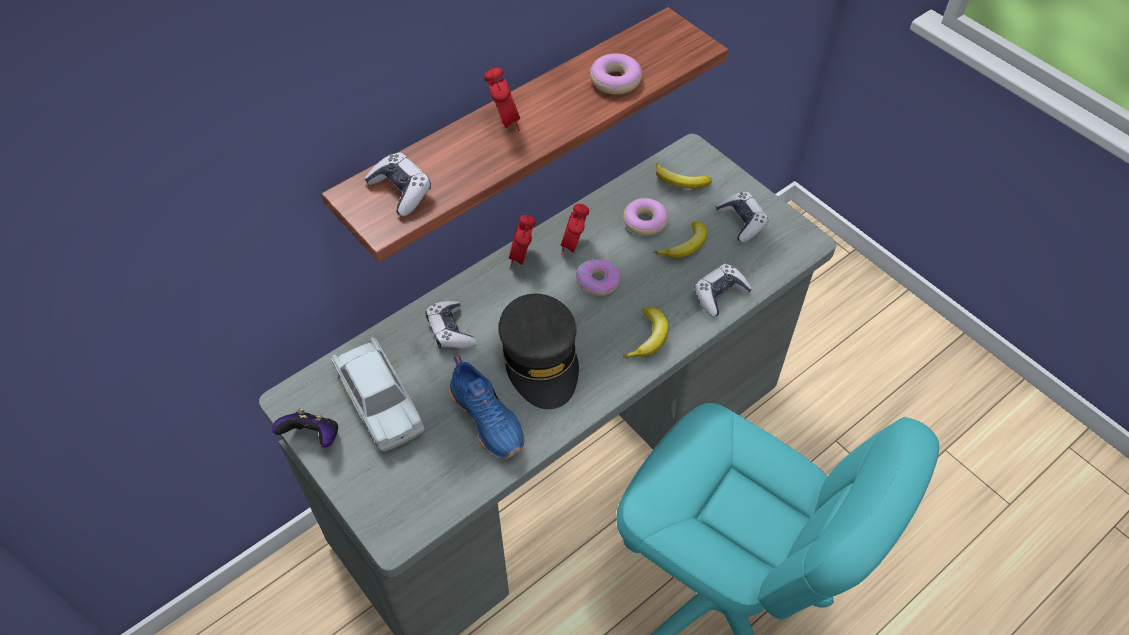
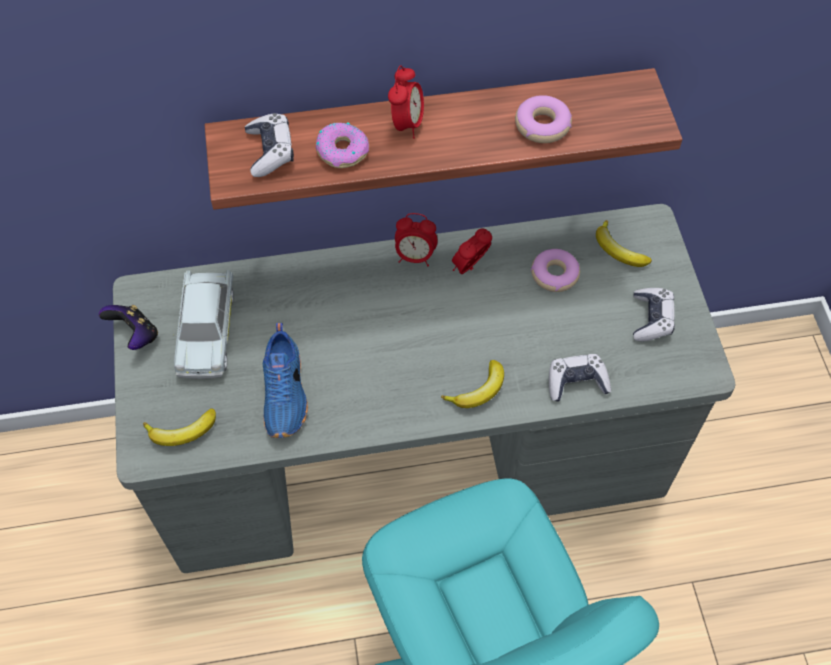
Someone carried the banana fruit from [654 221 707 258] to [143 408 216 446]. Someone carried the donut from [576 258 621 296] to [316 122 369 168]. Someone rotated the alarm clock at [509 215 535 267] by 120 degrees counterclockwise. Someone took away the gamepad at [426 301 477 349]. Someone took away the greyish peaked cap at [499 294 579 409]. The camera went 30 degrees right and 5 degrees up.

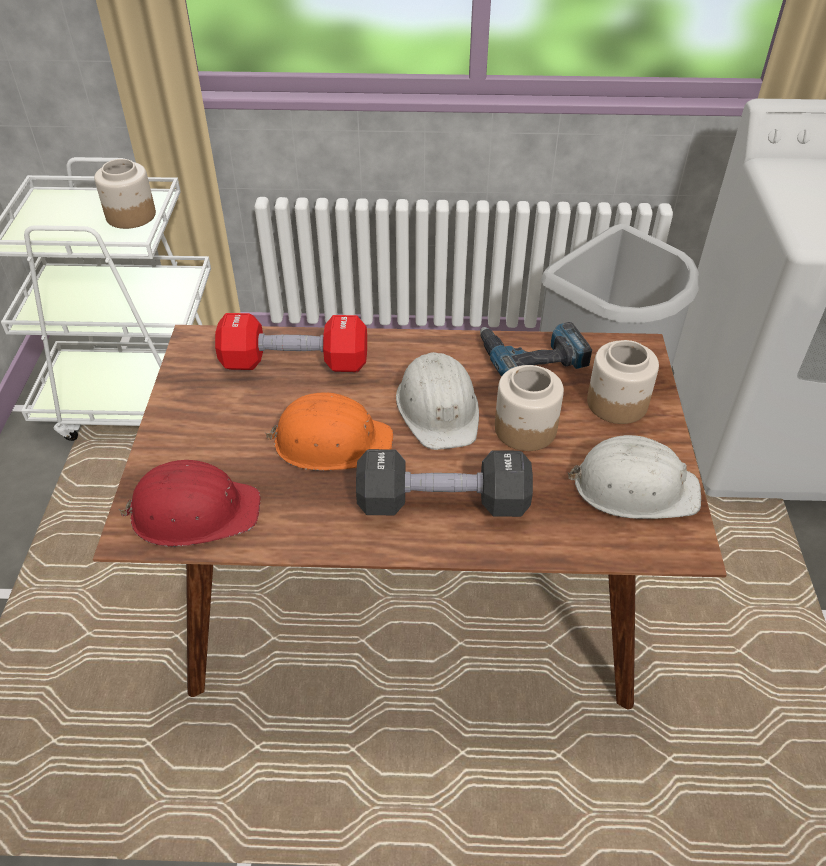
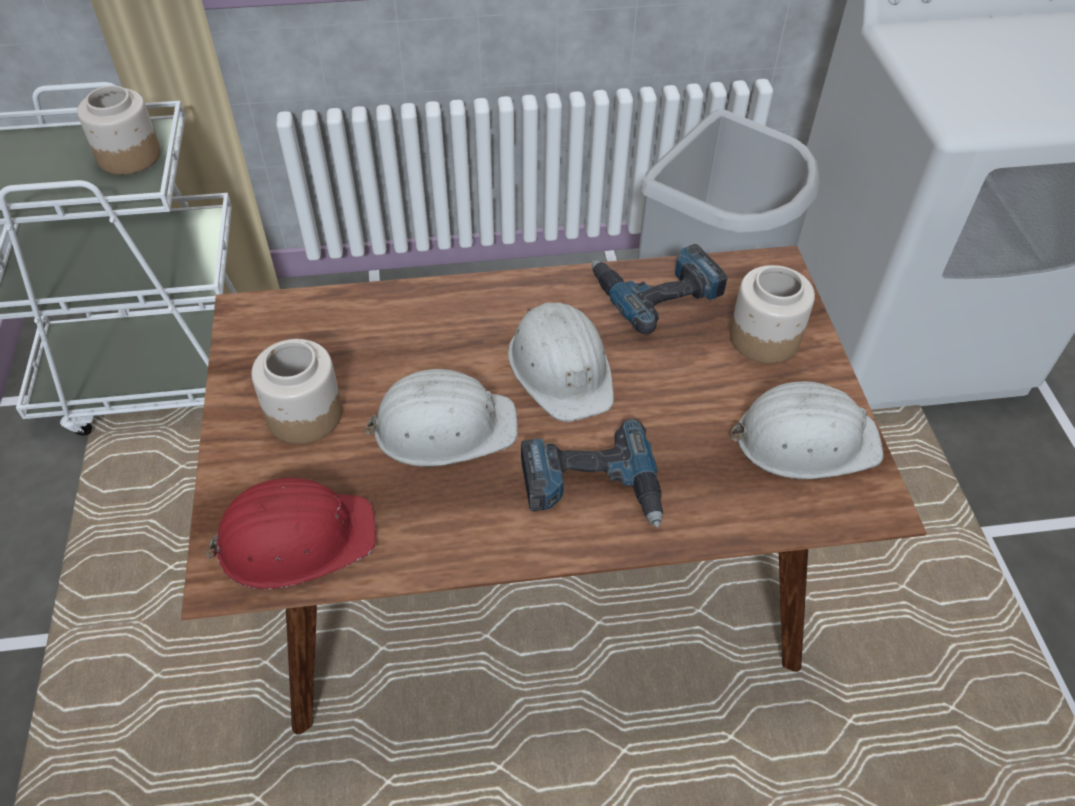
Someone carried the jar from [495 365 564 451] to [251 339 342 444]. Someone repainted the orange-coloured hard hat at [265 393 393 471], which became the white hard hat at [363 369 518 467]. Someone swapped the black-coloured hand weight at [356 449 533 517] for the power drill at [521 419 663 528]. Someone took away the red-coloured hand weight at [215 313 367 372]. The camera went 10 degrees left and 5 degrees up.

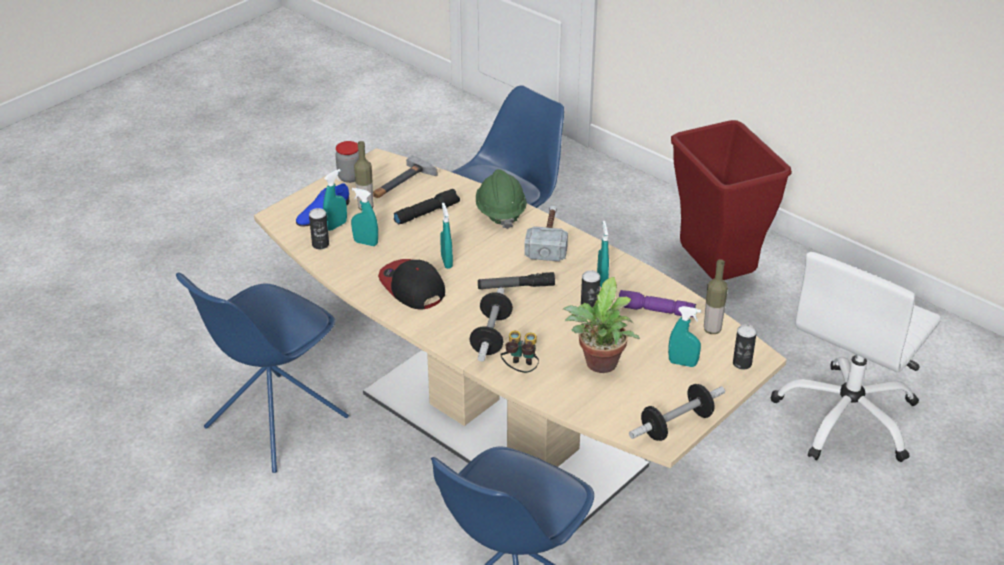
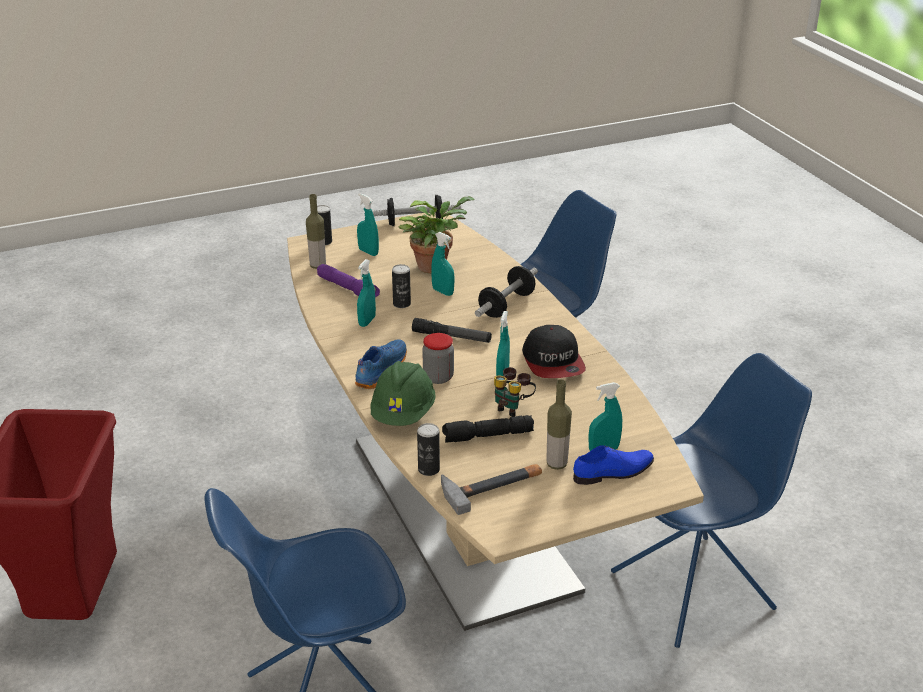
Someone swapped the tool hammer at [524 206 568 261] for the blue-coloured item of footwear at [355 339 407 389]. Someone carried the sealed can from [309 208 329 249] to [417 423 440 476]. Someone carried the jar from [335 141 359 183] to [422 333 454 384]. Someone carried the turquoise spray bottle from [351 188 378 246] to [431 232 454 296]. Someone carried the field glasses from [500 331 539 373] to [494 367 536 417]. Someone took away the white computer chair at [771 252 941 462]. The camera went 155 degrees left and 5 degrees down.

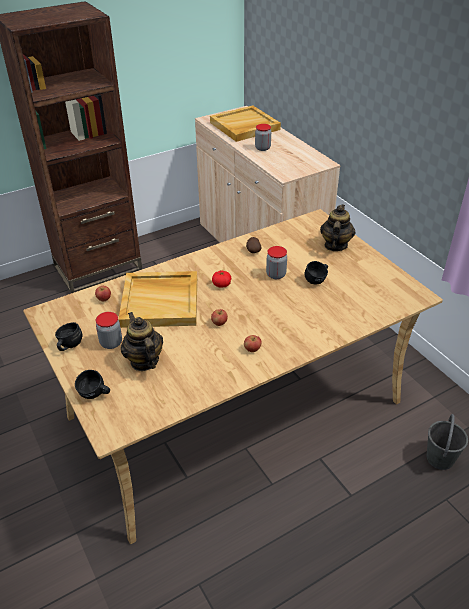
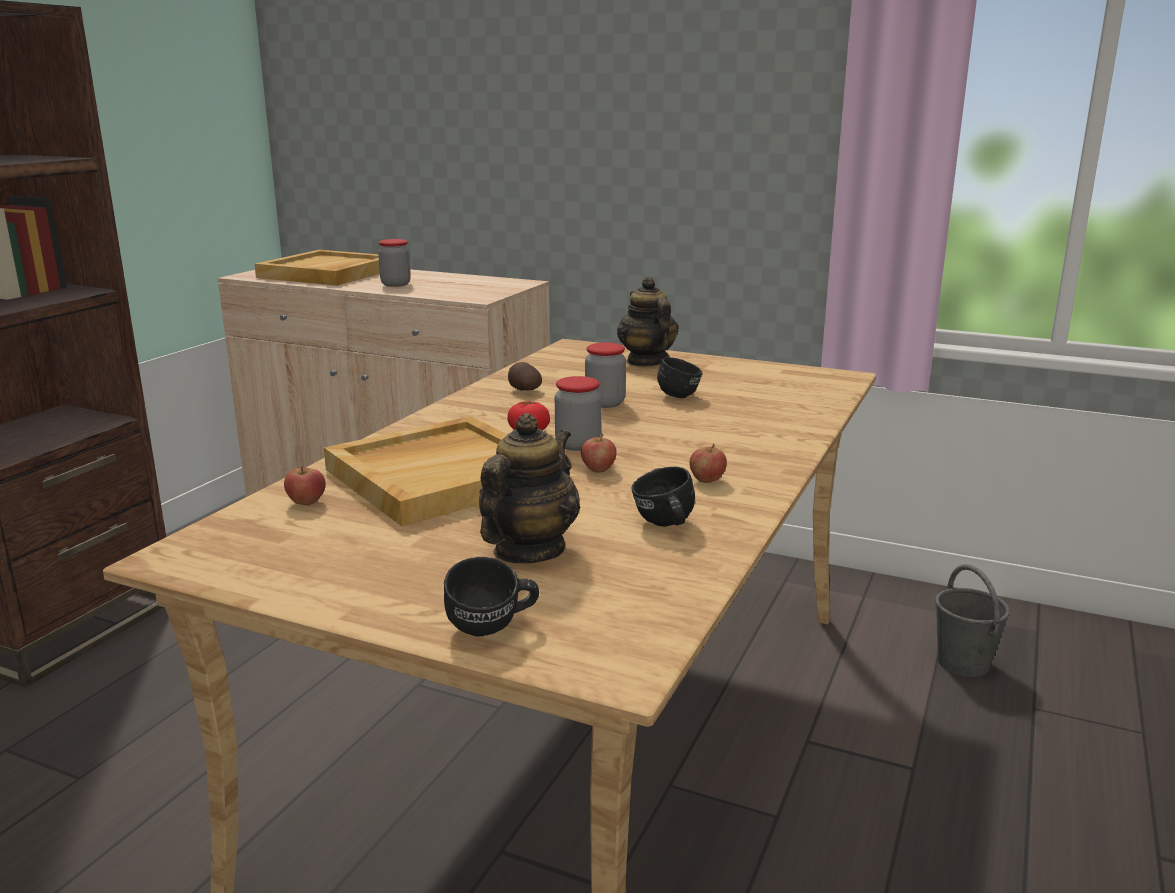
Someone rotated the pot for tea at [121 312 163 371] by 90 degrees clockwise. Someone carried the jar from [96 312 122 349] to [555 376 601 451]. Someone carried the black-coloured mug from [55 322 82 351] to [631 466 695 527]. The camera went 35 degrees left and 20 degrees down.

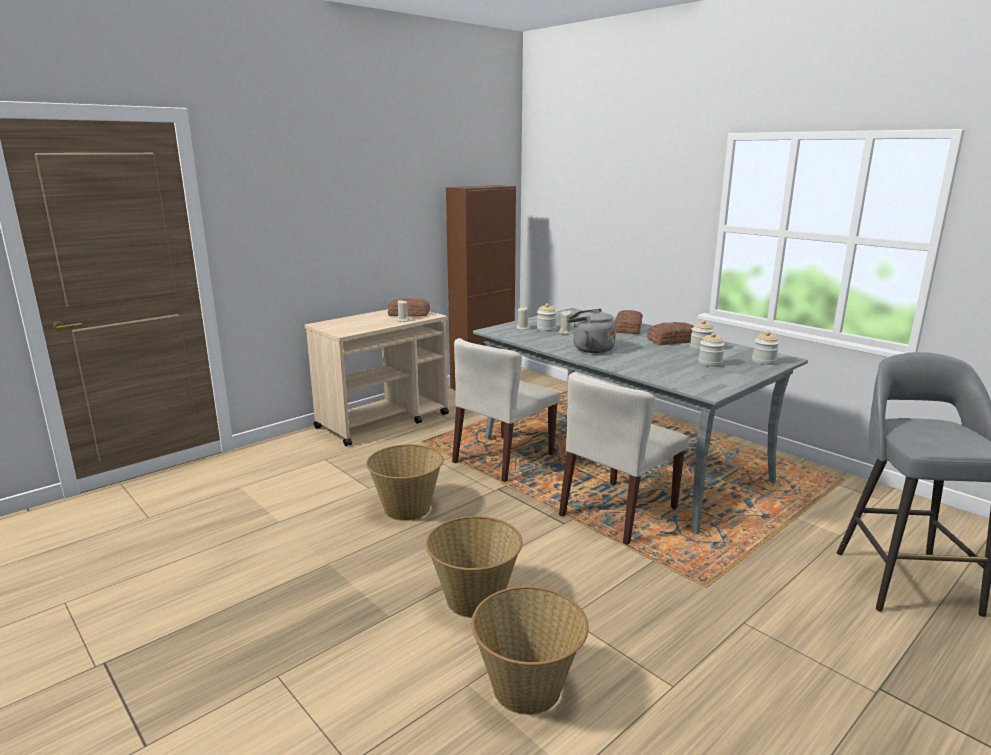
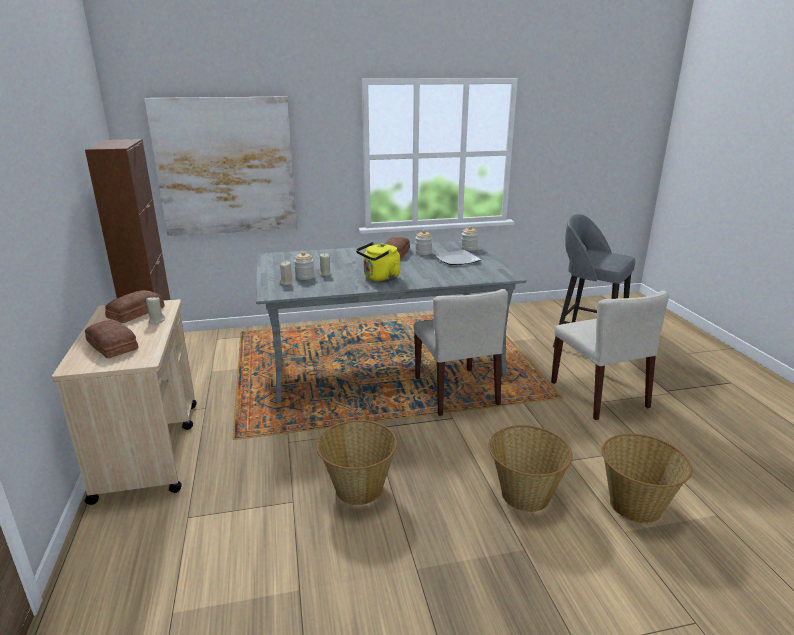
Someone carried the baked bread from [615 310 643 334] to [85 320 139 359]. Someone put up the wall picture at [144 96 297 236]. Someone repainted the greyish kettle at [567 309 616 353], which became the yellowish kettle at [356 242 400 282]. Someone swapped the jar at [698 333 725 367] for the plate at [434 250 481 265]. Someone carried the beige plain chair from [452 338 560 482] to [551 290 669 420]. The camera went 60 degrees left and 5 degrees up.

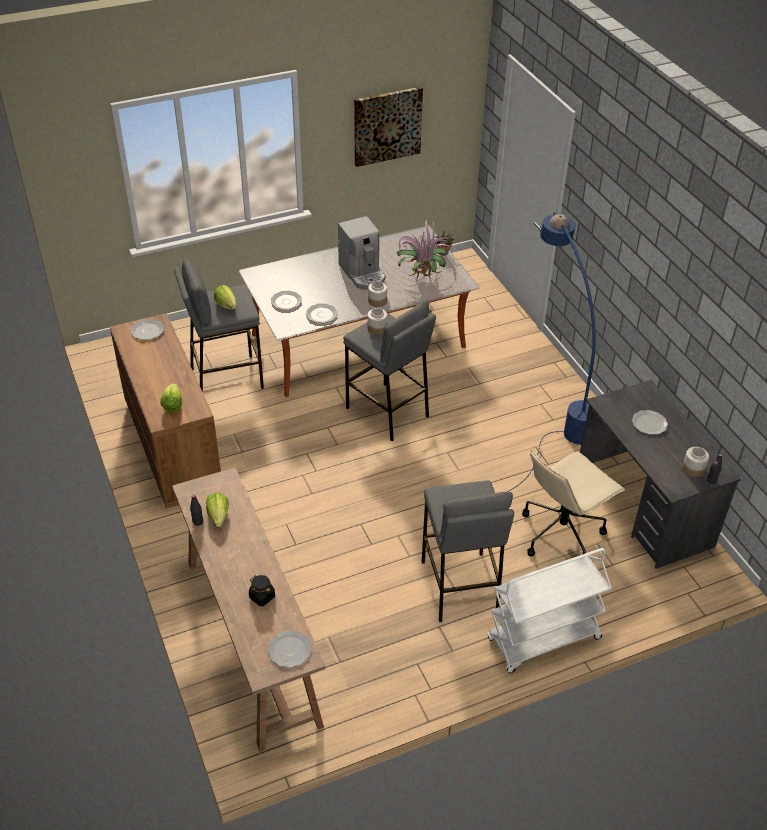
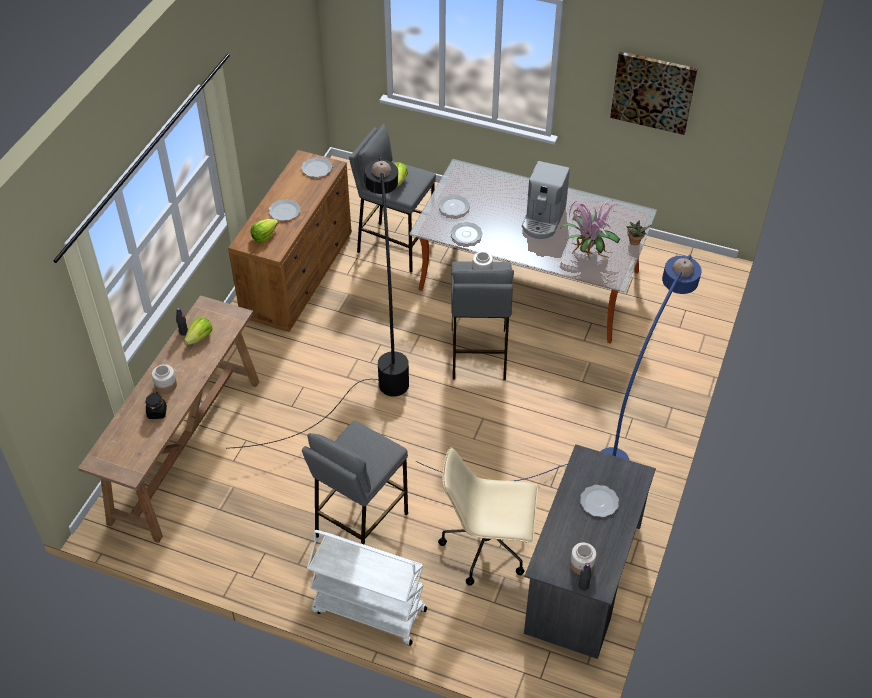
Someone carried the jar from [368 281 387 307] to [152 364 177 394]. Someone put down the black-coloured floor lamp at [226 157 409 449]. Someone carried the plate from [268 630 312 668] to [269 199 301 221]. The camera went 45 degrees right and 5 degrees up.

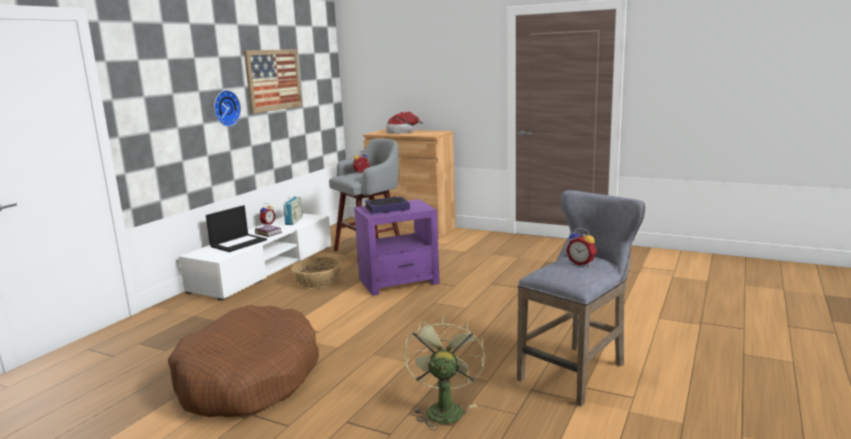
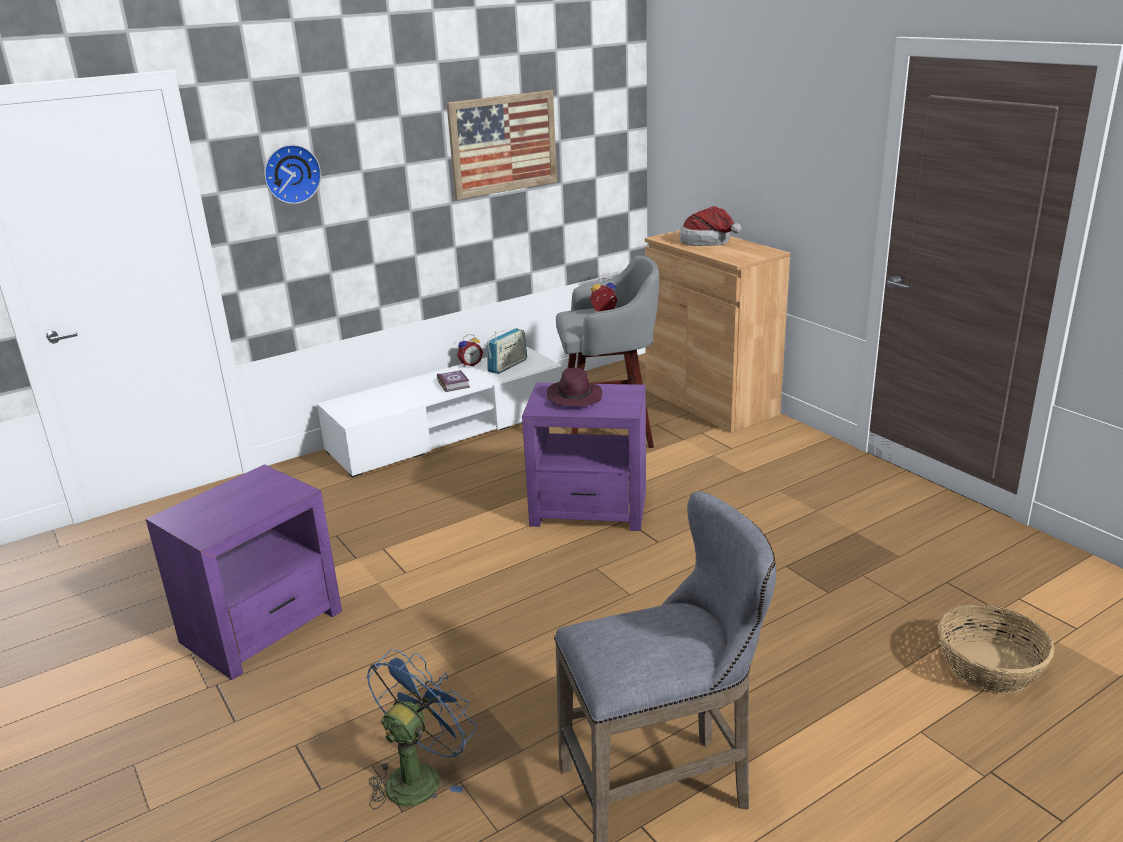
Someone swapped the brownish pet bed at [168 305 319 418] for the purple-coloured end table at [146 464 342 680]. Someone carried the wall clock from [214 90 241 127] to [264 145 321 204]. Someone repainted the greenish cooling fan at [404 316 485 430], which became the blue-coloured cooling fan at [367 649 477 809]. Someone swapped the volume at [365 196 410 214] for the purple-coloured wearable hat at [547 368 602 406]. Someone carried the storage basket from [291 257 341 289] to [938 604 1054 694]. Someone took away the laptop at [206 205 267 252]. Someone took away the alarm clock at [566 228 597 266]. The camera went 30 degrees right and 10 degrees up.

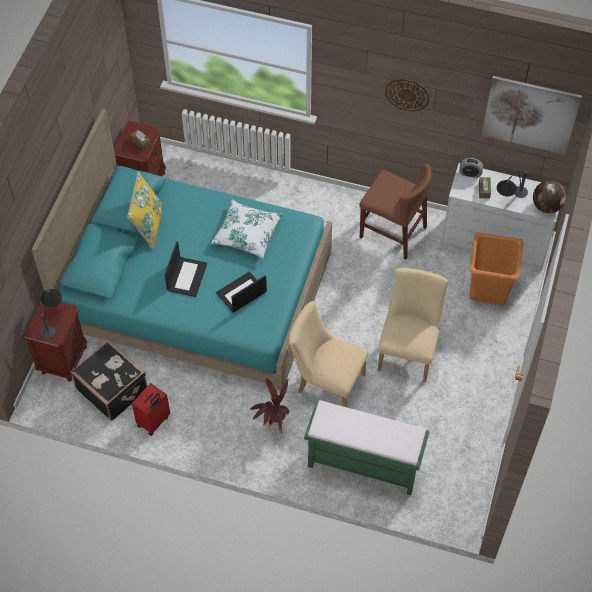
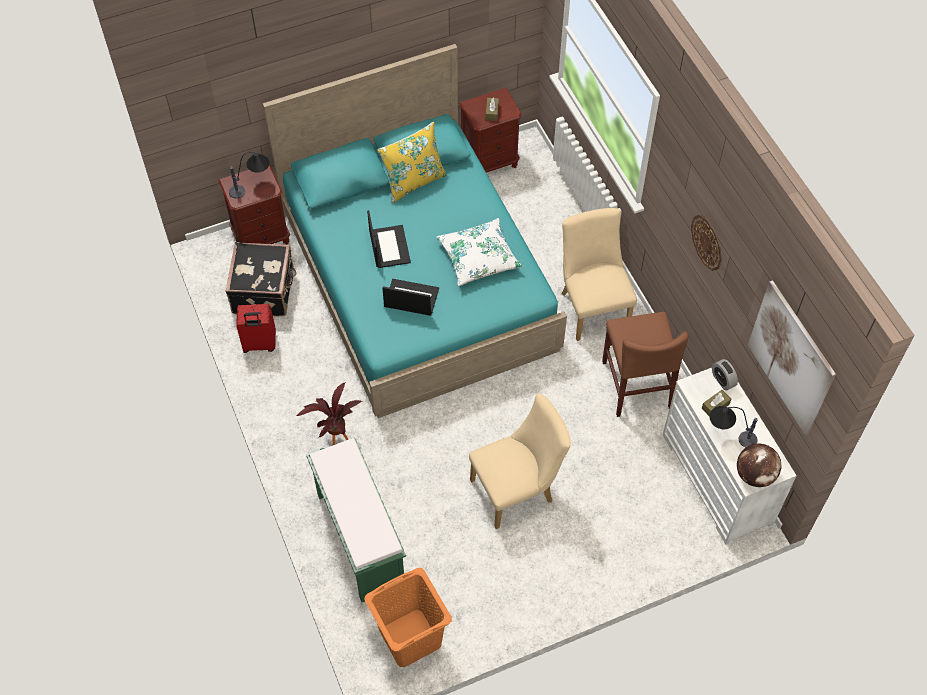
Someone carried the orange-coloured washing basket from [469 232 524 305] to [365 568 452 667]. Someone rotated the laptop at [165 241 207 297] by 75 degrees counterclockwise. Someone carried the beige plain chair from [289 301 369 407] to [561 208 637 341]. The camera went 50 degrees right and 0 degrees up.

